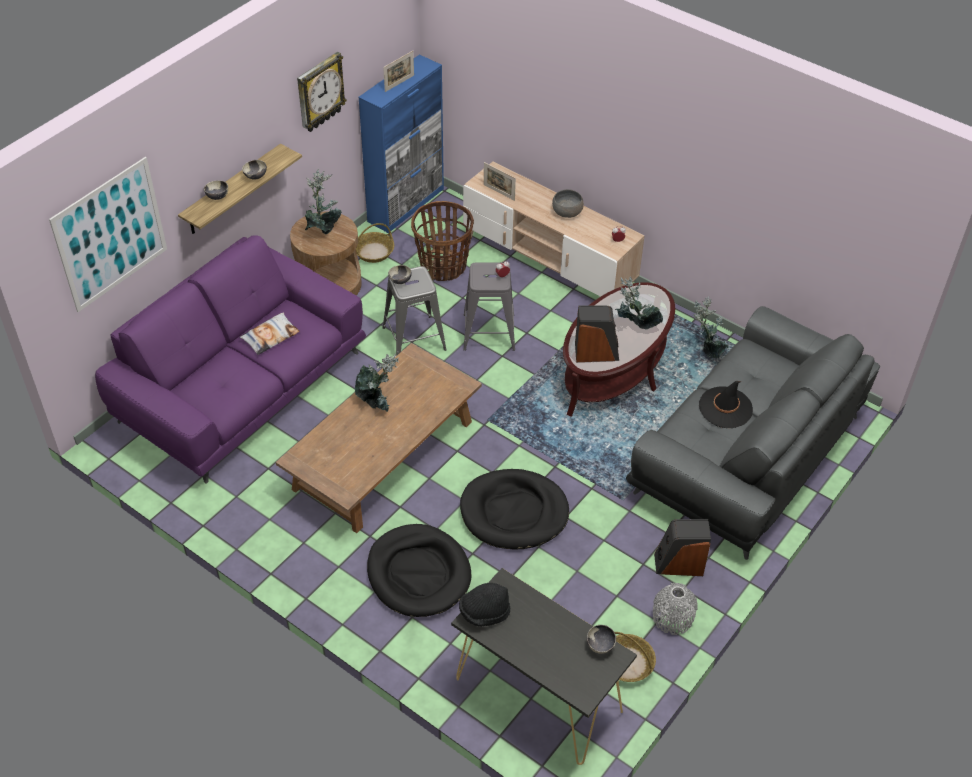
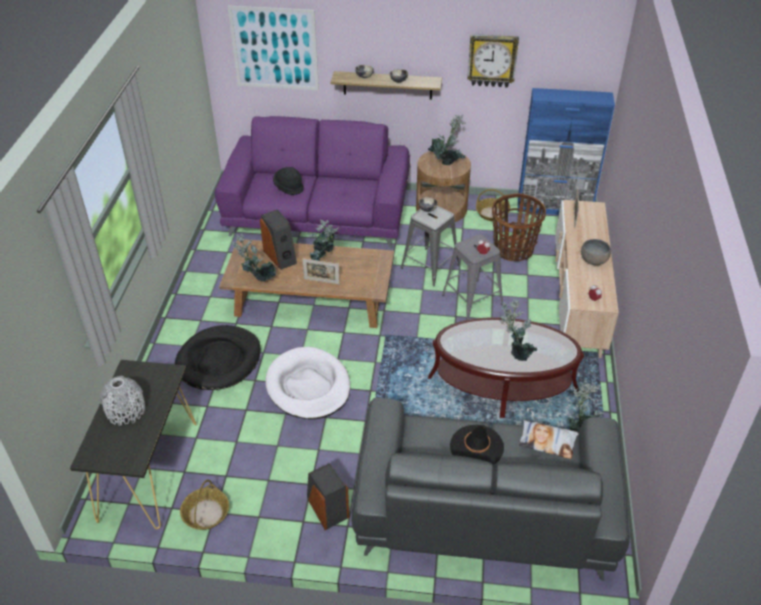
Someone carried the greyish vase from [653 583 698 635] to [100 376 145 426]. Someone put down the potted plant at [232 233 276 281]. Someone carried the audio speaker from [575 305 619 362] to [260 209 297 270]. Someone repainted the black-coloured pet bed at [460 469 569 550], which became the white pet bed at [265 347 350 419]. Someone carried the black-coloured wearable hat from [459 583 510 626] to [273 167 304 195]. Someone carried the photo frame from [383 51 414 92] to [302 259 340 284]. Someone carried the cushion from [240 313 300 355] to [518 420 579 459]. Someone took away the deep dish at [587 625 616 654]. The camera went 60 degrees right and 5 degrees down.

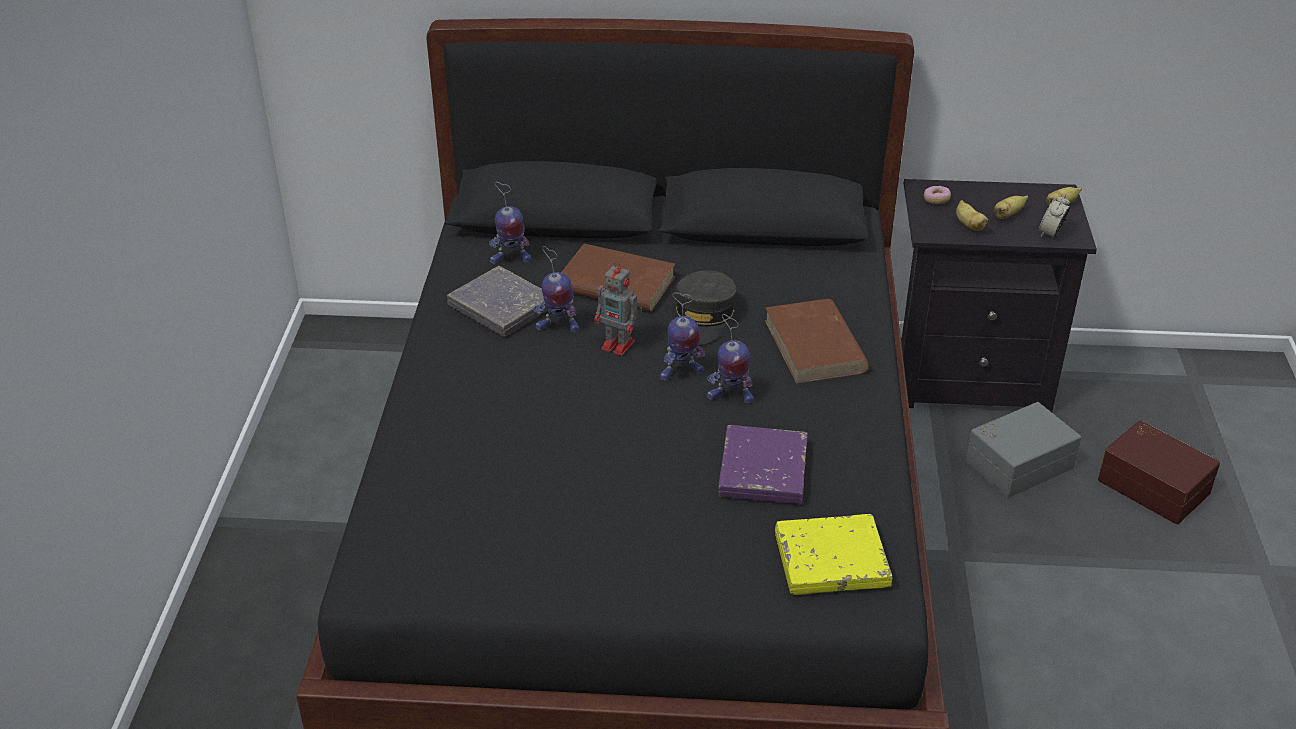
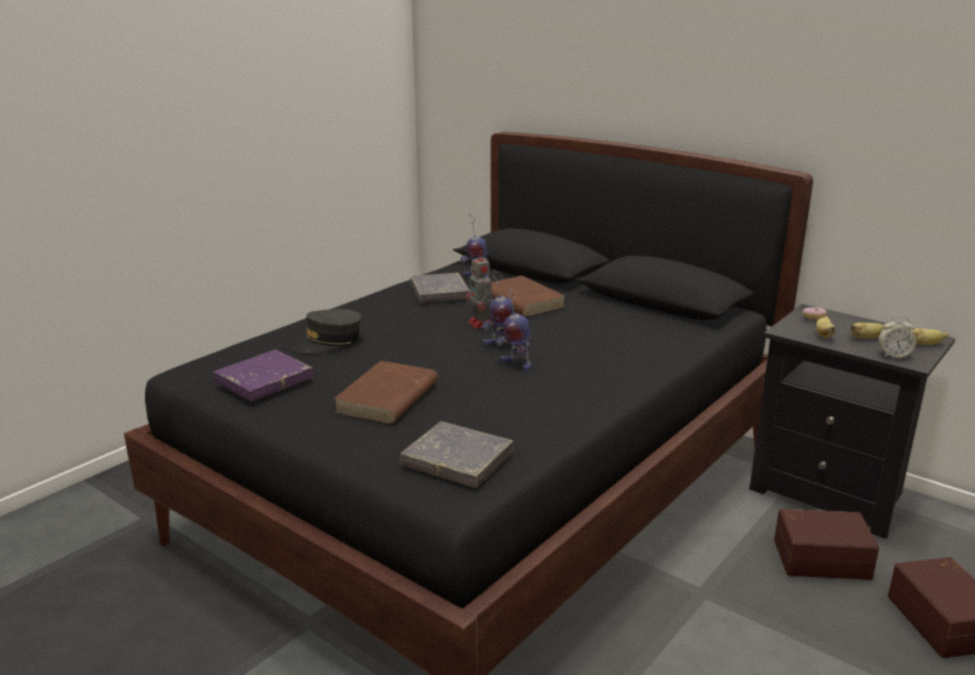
Someone carried the purple-coloured volume from [718 425 808 504] to [214 350 314 401]. Someone carried the greyish peaked cap from [675 270 736 345] to [293 309 362 354]. Someone carried the brownish volume from [765 299 870 384] to [334 361 438 424]. Someone repainted the yellowish volume at [775 514 892 595], which became the greyish volume at [400 421 514 488]. Someone repainted the greyish storage container at [966 402 1081 498], which became the brownish storage container at [774 509 879 580]. Someone rotated the alarm clock at [1038 194 1070 238] by 150 degrees counterclockwise. Someone took away the toy robot at [533 246 579 332]. The camera went 35 degrees right and 15 degrees down.

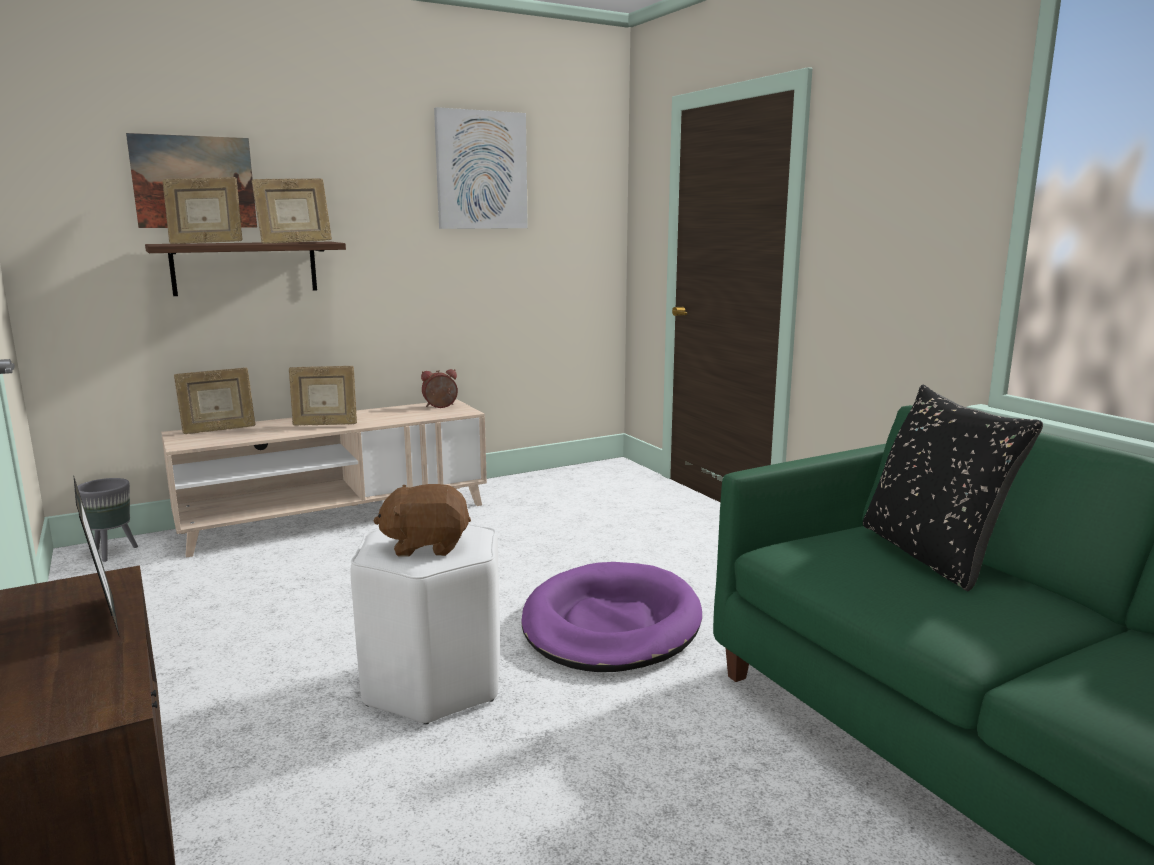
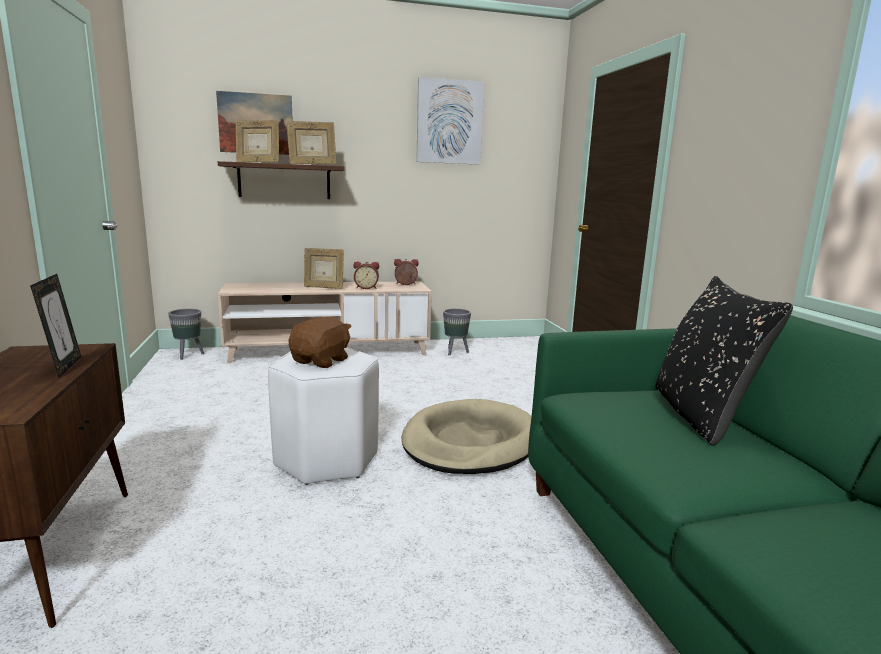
Someone rotated the brownish plush toy at [373 484 471 557] by 105 degrees clockwise. Someone put down the alarm clock at [353 261 379 289]. Someone repainted the purple-coloured pet bed at [521 562 702 672], which became the beige pet bed at [401 399 531 474]. Someone put down the greyish plant pot at [443 309 471 355]. Someone took away the photo frame at [174 368 255 434]. The camera went 15 degrees right and 0 degrees up.

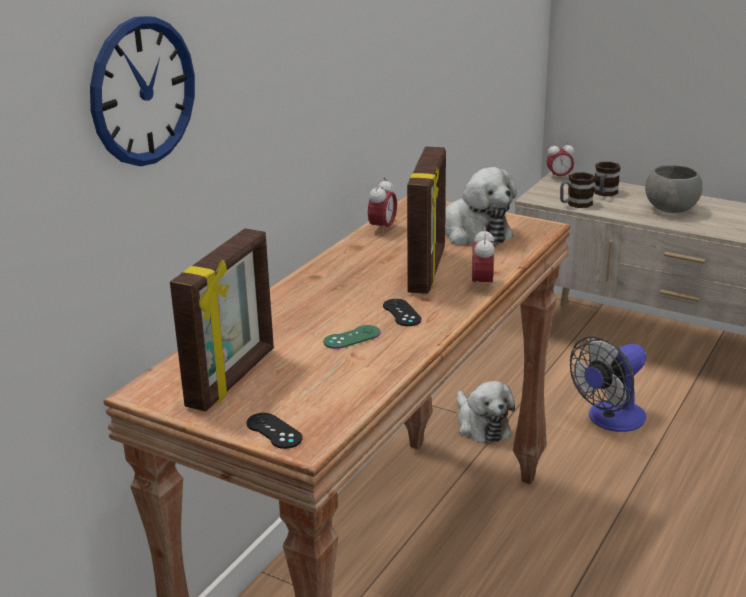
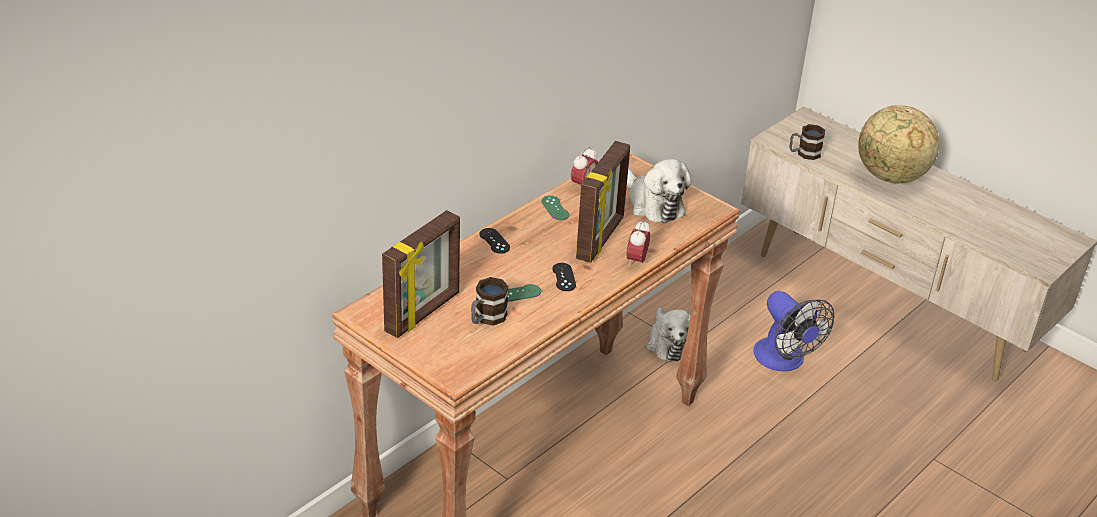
Someone carried the mug from [594 162 621 196] to [471 277 508 326]. Someone carried the black-coloured gamepad from [247 413 303 449] to [480 228 510 254]. Someone put down the greenish gamepad at [542 196 569 220]. Someone rotated the cooling fan at [570 336 646 432] by 90 degrees counterclockwise. Someone swapped the greyish deep dish at [645 165 703 213] for the world globe at [858 105 940 184]. Someone took away the wall clock at [90 16 195 166]. Someone took away the alarm clock at [546 141 574 179]. The camera went 10 degrees right and 10 degrees up.

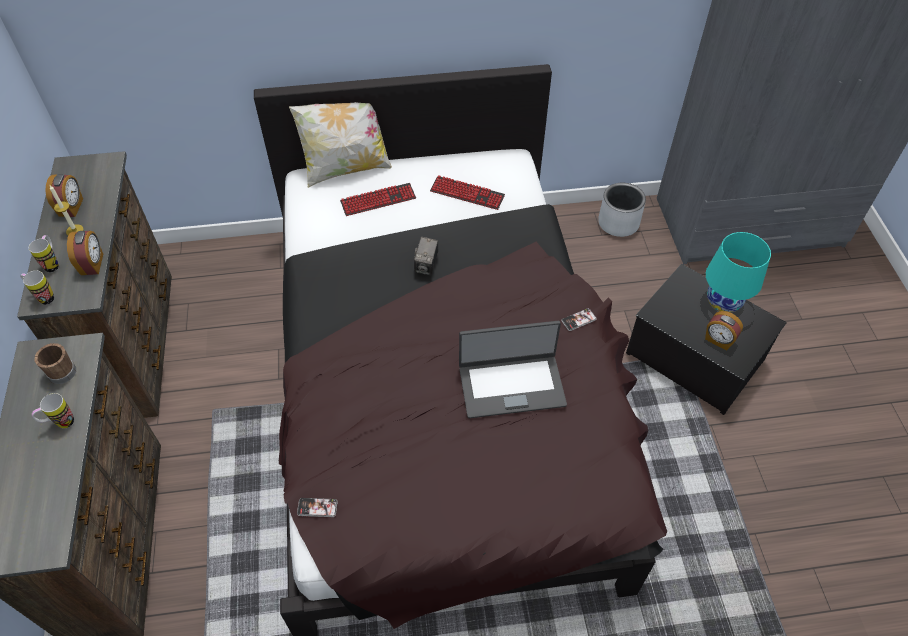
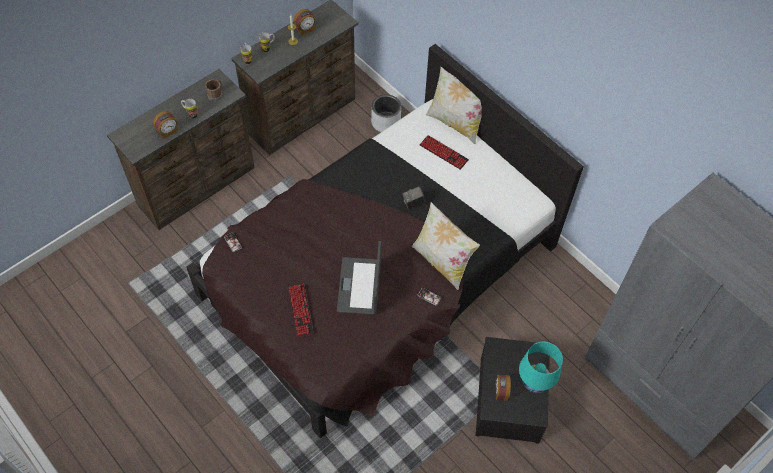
Someone carried the alarm clock from [67 231 103 275] to [153 111 178 139]. Someone carried the computer keyboard from [430 175 505 210] to [288 284 313 337]. Someone rotated the laptop at [459 321 567 418] by 45 degrees clockwise. Someone carried the greyish plant pot from [598 183 646 237] to [371 94 401 132]. Someone put down the cushion at [412 202 480 290]. The camera went 55 degrees right and 5 degrees up.

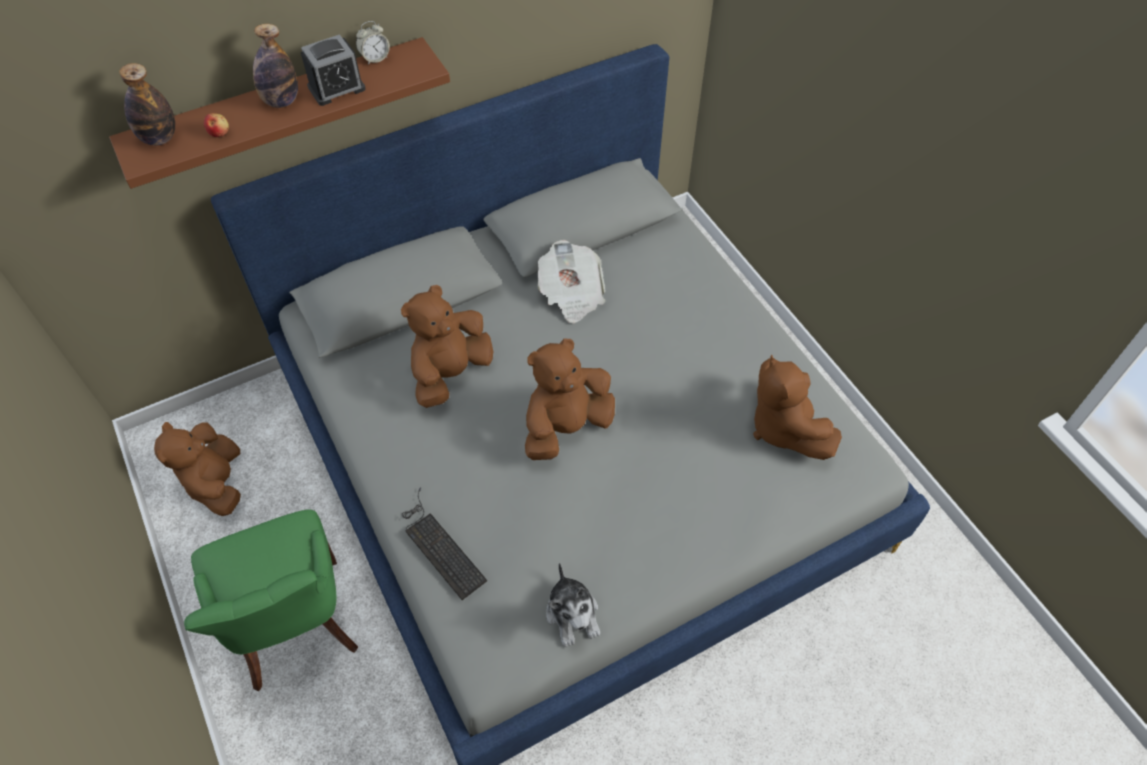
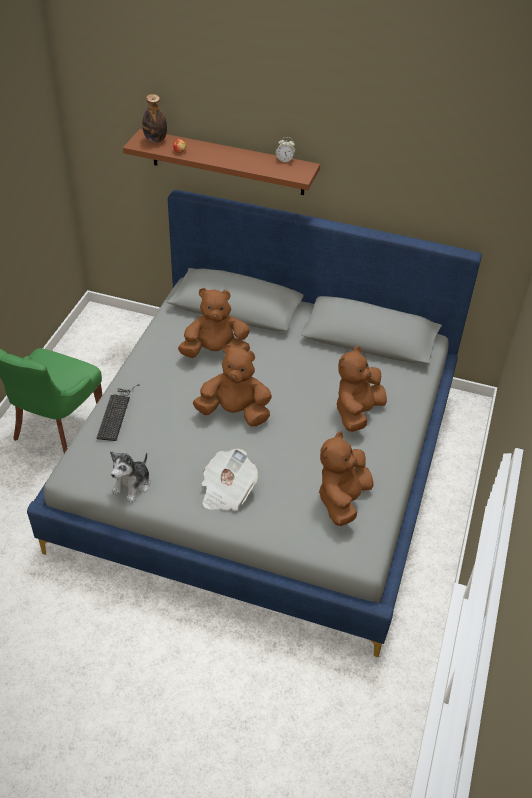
Someone carried the newspaper from [537 240 605 324] to [202 449 258 511]. Someone carried the brownish plush toy from [154 422 241 516] to [337 346 387 432]. Someone took away the drink bottle at [253 24 298 108]. Someone took away the alarm clock at [301 34 366 106]. The camera went 45 degrees right and 10 degrees down.

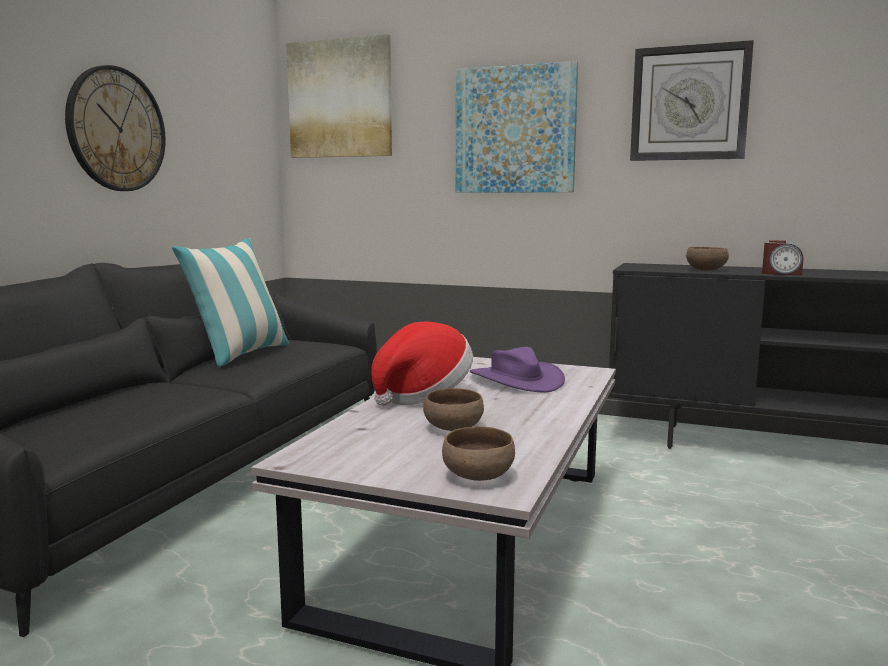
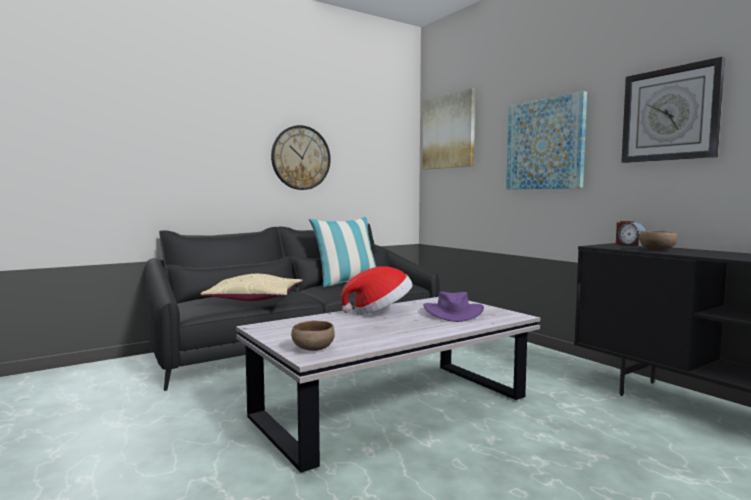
Someone put down the beige cushion at [200 274 303 301]. Someone carried the alarm clock from [762 240 803 276] to [616 221 647 246]. Someone took away the brownish deep dish at [423 388 484 431]. The camera went 35 degrees right and 5 degrees down.

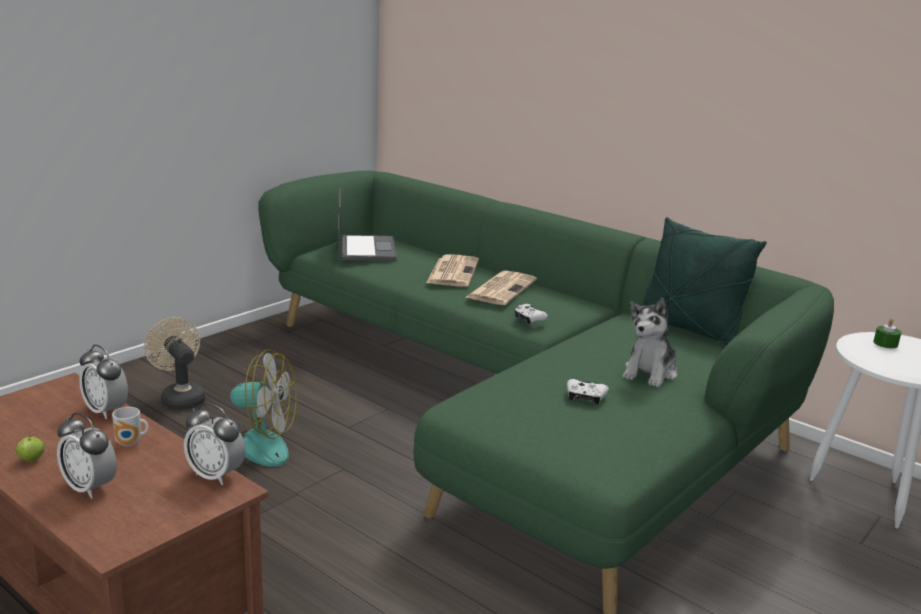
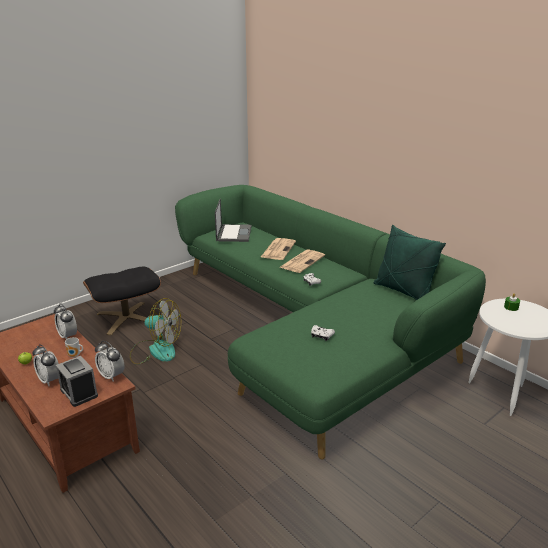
Someone put down the alarm clock at [56 356 98 407]. Someone swapped the beige cooling fan at [144 317 205 410] for the black-coloured footrest at [83 267 161 335]. Someone took away the plush toy at [622 298 677 388]. The camera went 10 degrees right and 5 degrees up.

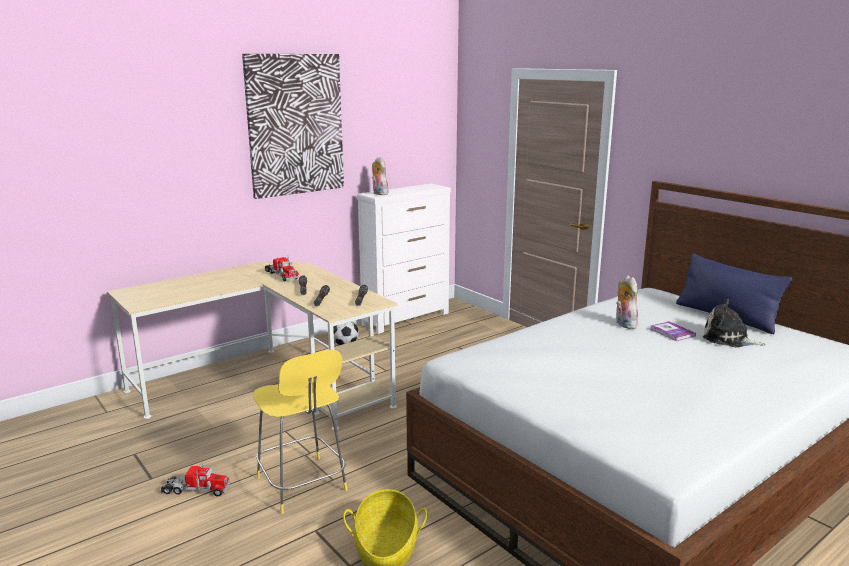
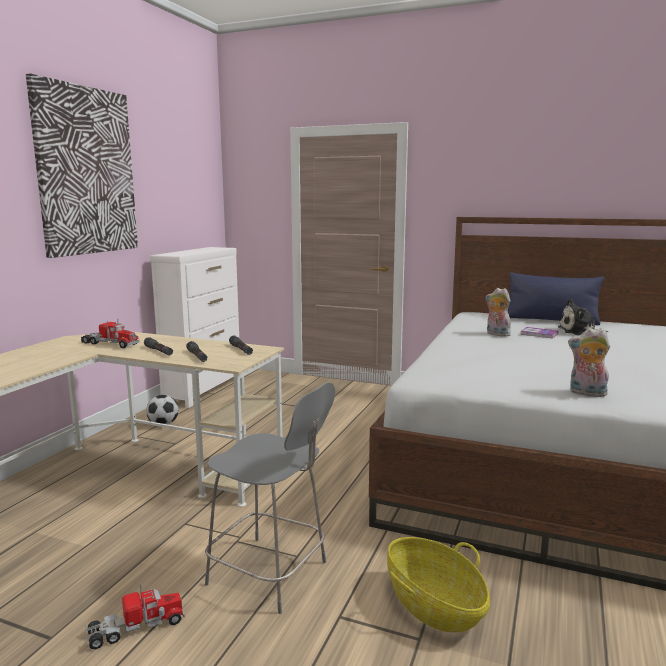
Someone repainted the yellowish sitting stool at [253 350 347 514], which became the greyish sitting stool at [205 382 335 614]. Someone carried the plush toy from [372 157 388 195] to [568 328 610 397]. The camera went 30 degrees left and 5 degrees down.

